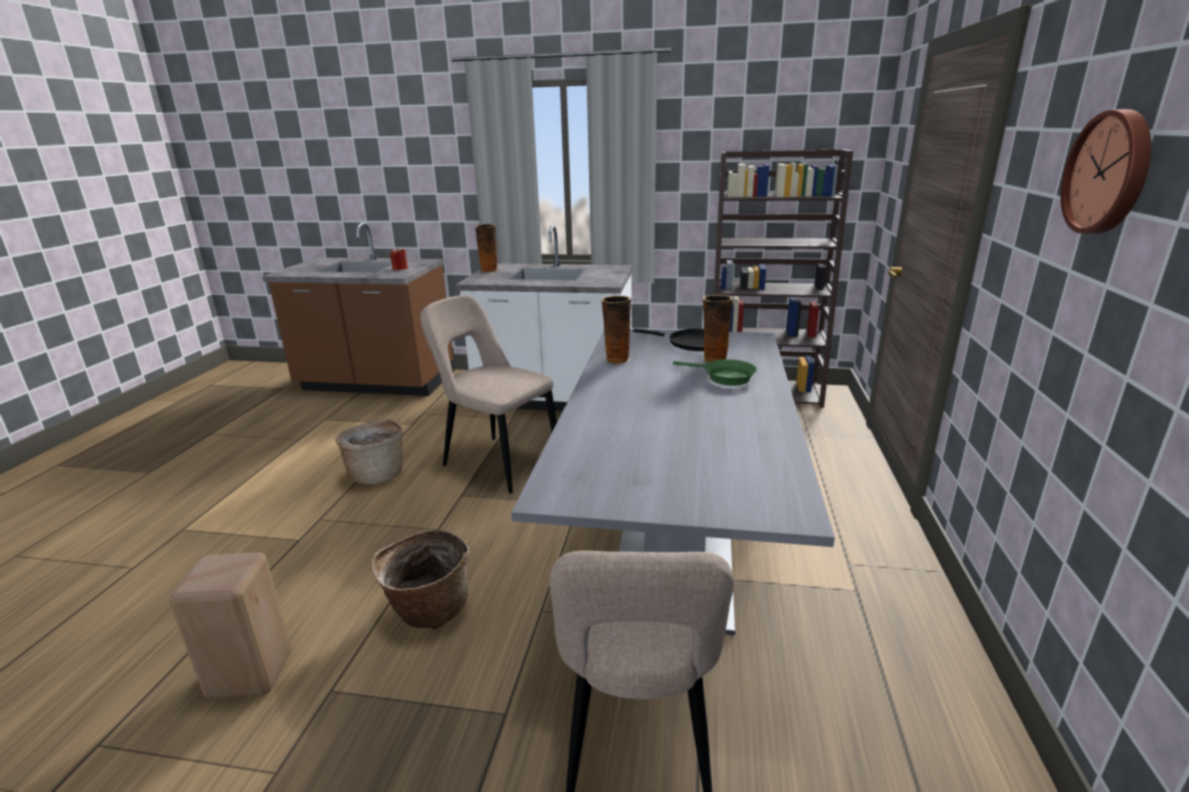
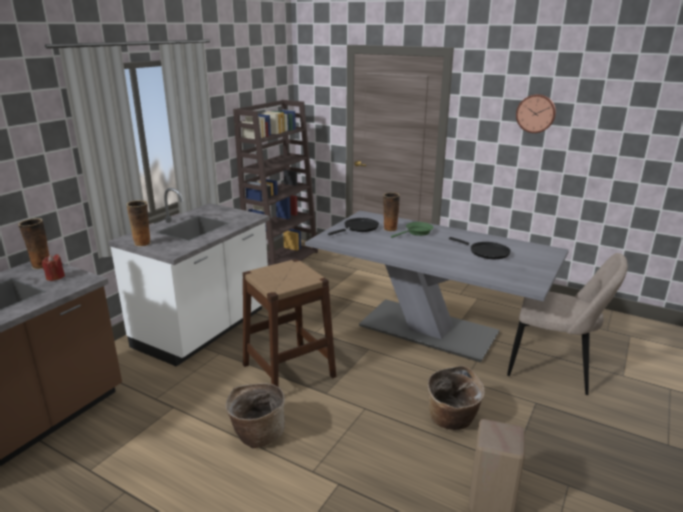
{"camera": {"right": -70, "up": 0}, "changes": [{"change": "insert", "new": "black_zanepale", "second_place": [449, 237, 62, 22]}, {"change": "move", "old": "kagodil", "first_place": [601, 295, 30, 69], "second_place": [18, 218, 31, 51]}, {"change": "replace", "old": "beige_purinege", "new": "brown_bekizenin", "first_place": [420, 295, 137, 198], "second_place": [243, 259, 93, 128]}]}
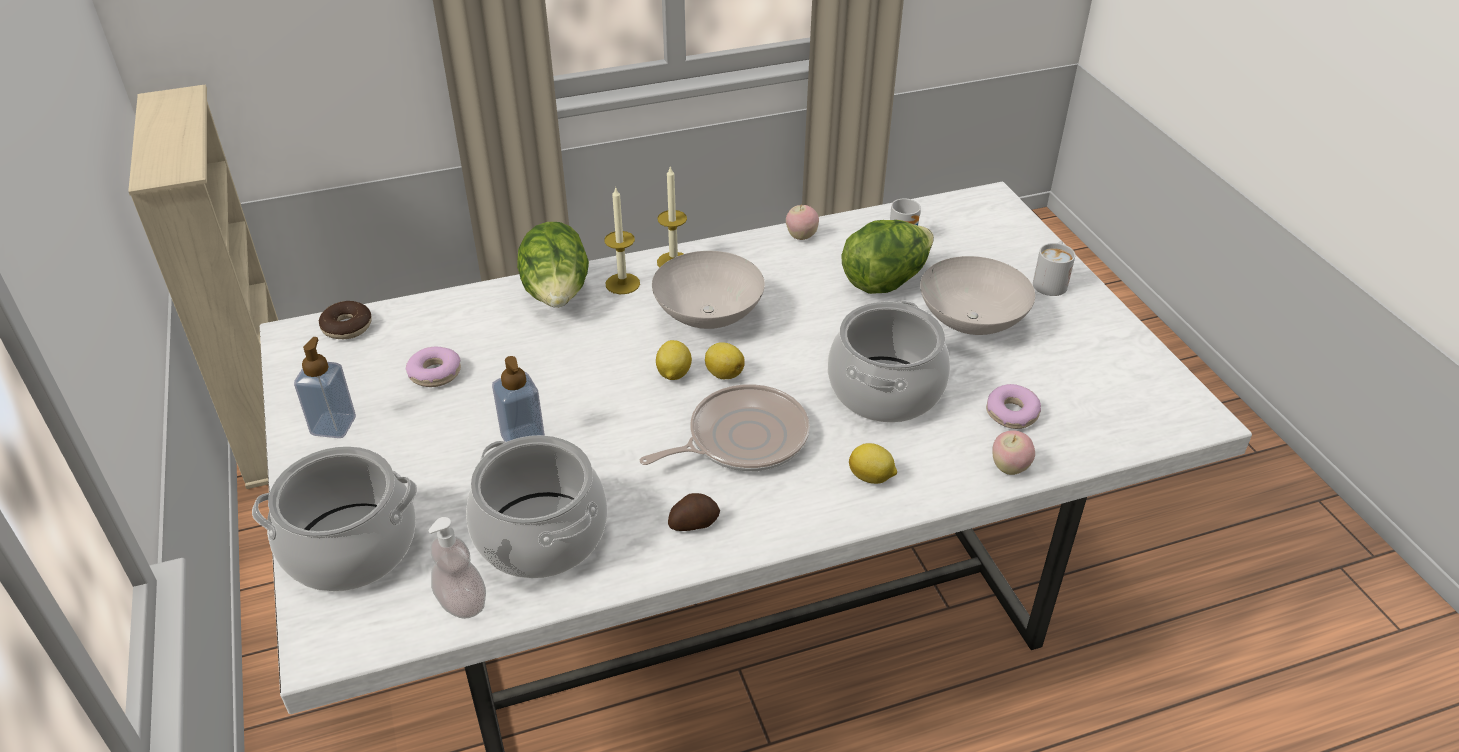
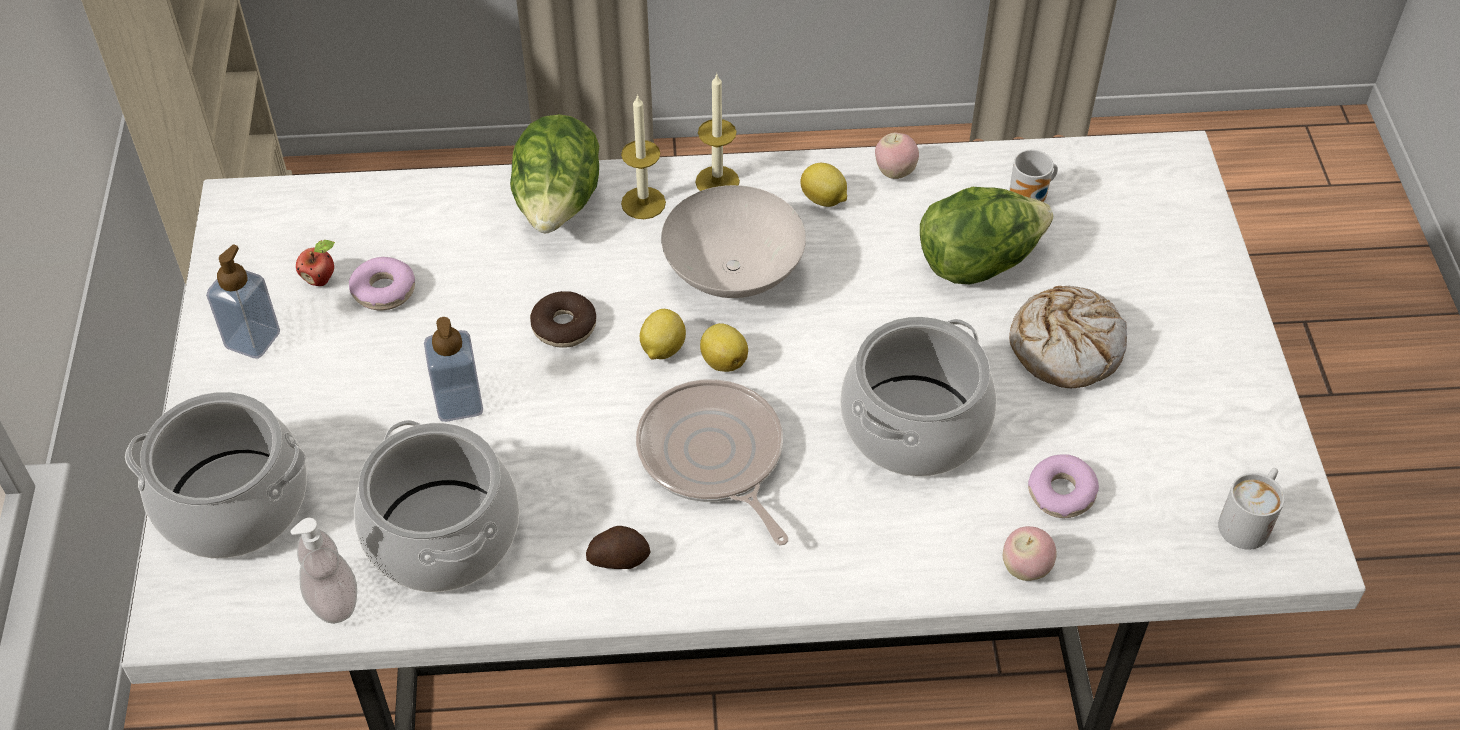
{"camera": {"right": 15, "up": 10}, "changes": [{"change": "insert", "new": "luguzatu", "second_place": [296, 240, 39, 46]}, {"change": "move", "old": "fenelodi", "first_place": [319, 301, 53, 38], "second_place": [530, 291, 66, 57]}, {"change": "move", "old": "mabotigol", "first_place": [849, 443, 48, 41], "second_place": [800, 163, 47, 44]}, {"change": "move", "old": "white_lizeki", "first_place": [1033, 241, 42, 55], "second_place": [1218, 468, 67, 82]}, {"change": "replace", "old": "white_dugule", "new": "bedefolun", "first_place": [920, 256, 115, 79], "second_place": [1009, 286, 118, 102]}, {"change": "rotate", "old": "zanepale", "first_place": [639, 384, 171, 88], "second_place": [636, 379, 152, 167], "degrees": -105}]}
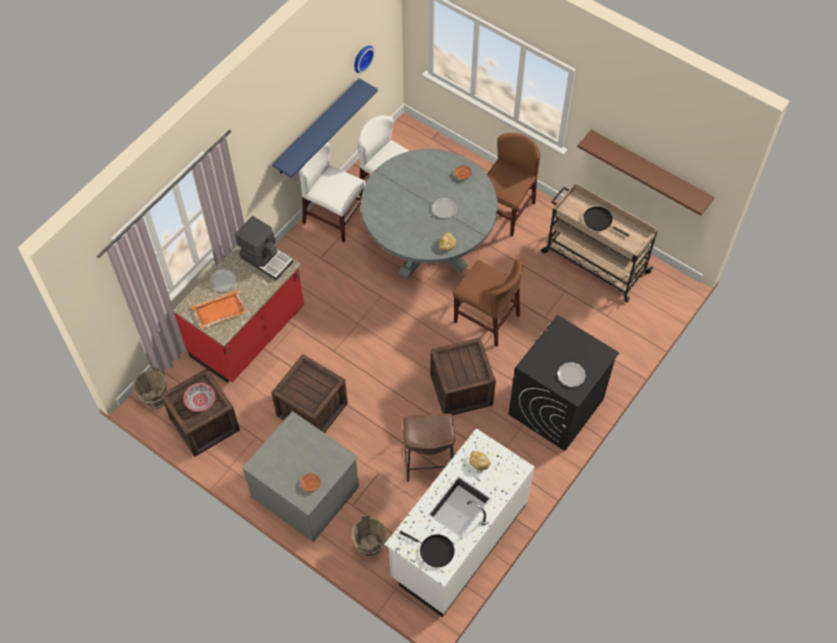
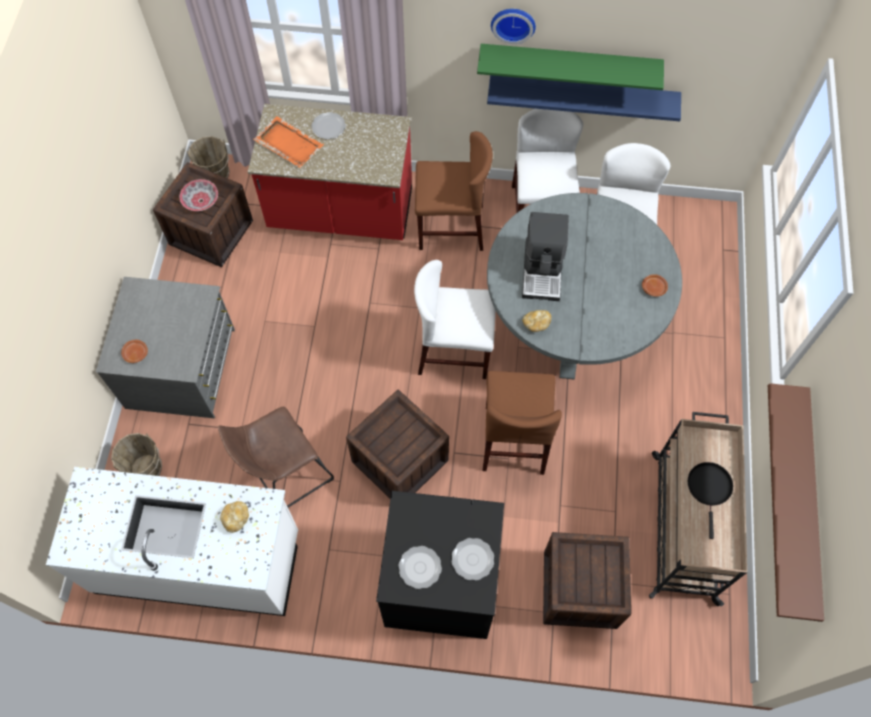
{"camera": {"right": 60, "up": 5}, "changes": [{"change": "delete", "old": "black_zanepale", "first_place": [399, 531, 56, 37]}, {"change": "insert", "new": "white_purinege", "second_place": [414, 260, 82, 119]}, {"change": "insert", "new": "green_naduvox", "second_place": [477, 44, 187, 46]}, {"change": "move", "old": "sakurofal", "first_place": [235, 216, 58, 65], "second_place": [522, 212, 47, 89]}, {"change": "move", "old": "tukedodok", "first_place": [271, 354, 77, 79], "second_place": [543, 532, 88, 97]}, {"change": "move", "old": "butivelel", "first_place": [354, 45, 21, 28], "second_place": [491, 9, 45, 35]}, {"change": "move", "old": "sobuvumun", "first_place": [432, 198, 25, 21], "second_place": [452, 538, 42, 42]}, {"change": "move", "old": "brown_purinege", "first_place": [487, 133, 53, 104], "second_place": [415, 131, 78, 120]}]}
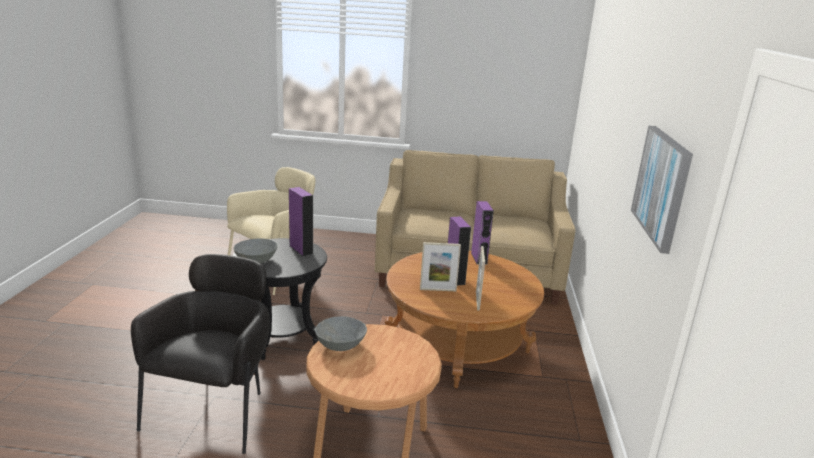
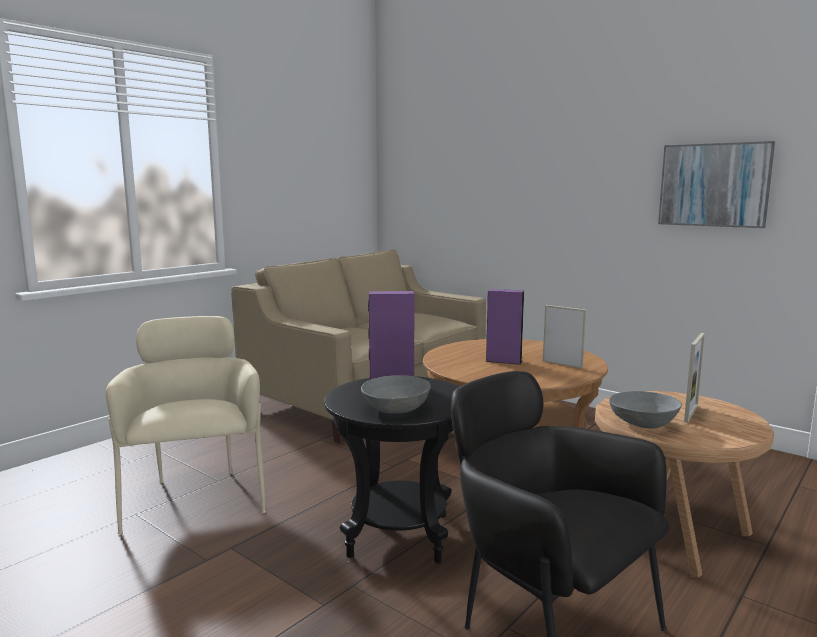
{"camera": {"right": -55, "up": -10}, "changes": [{"change": "delete", "old": "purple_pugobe", "first_place": [471, 201, 23, 64]}, {"change": "move", "old": "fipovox", "first_place": [420, 242, 41, 49], "second_place": [684, 333, 21, 90]}]}
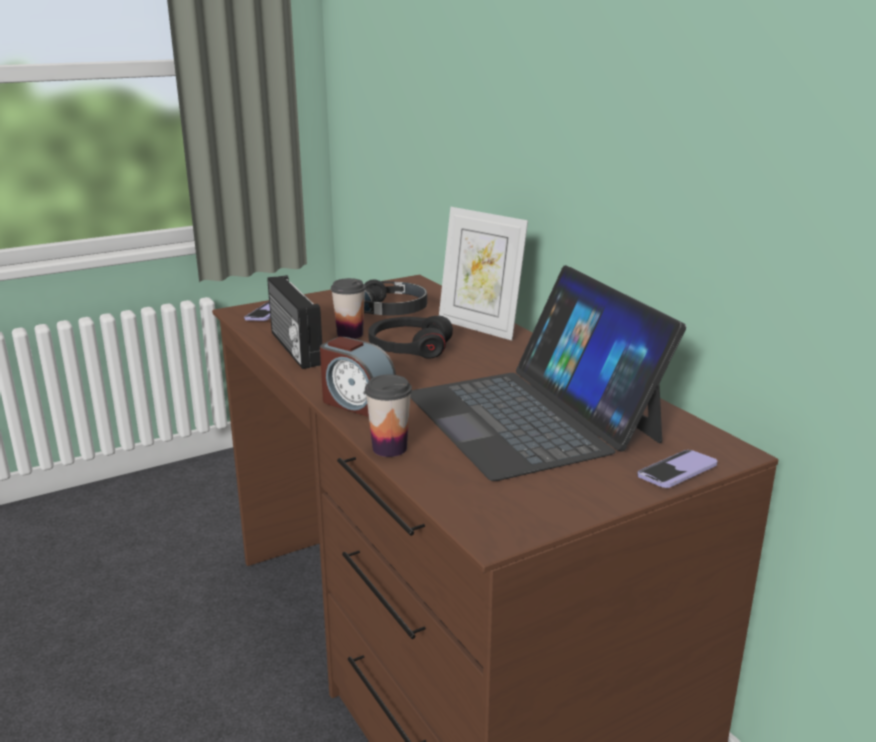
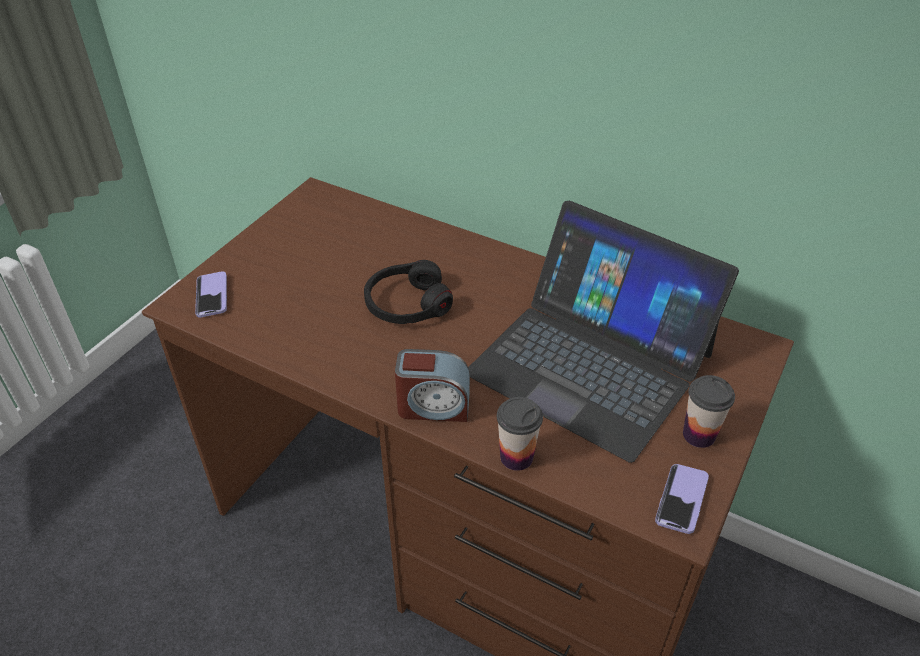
{"camera": {"right": -30, "up": 20}, "changes": [{"change": "delete", "old": "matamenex", "first_place": [267, 275, 55, 94]}, {"change": "delete", "old": "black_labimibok", "first_place": [364, 279, 63, 36]}, {"change": "delete", "old": "fipovox", "first_place": [439, 207, 89, 134]}, {"change": "move", "old": "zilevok", "first_place": [331, 278, 35, 61], "second_place": [683, 375, 52, 73]}, {"change": "move", "old": "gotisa", "first_place": [638, 450, 79, 38], "second_place": [655, 464, 54, 70]}]}
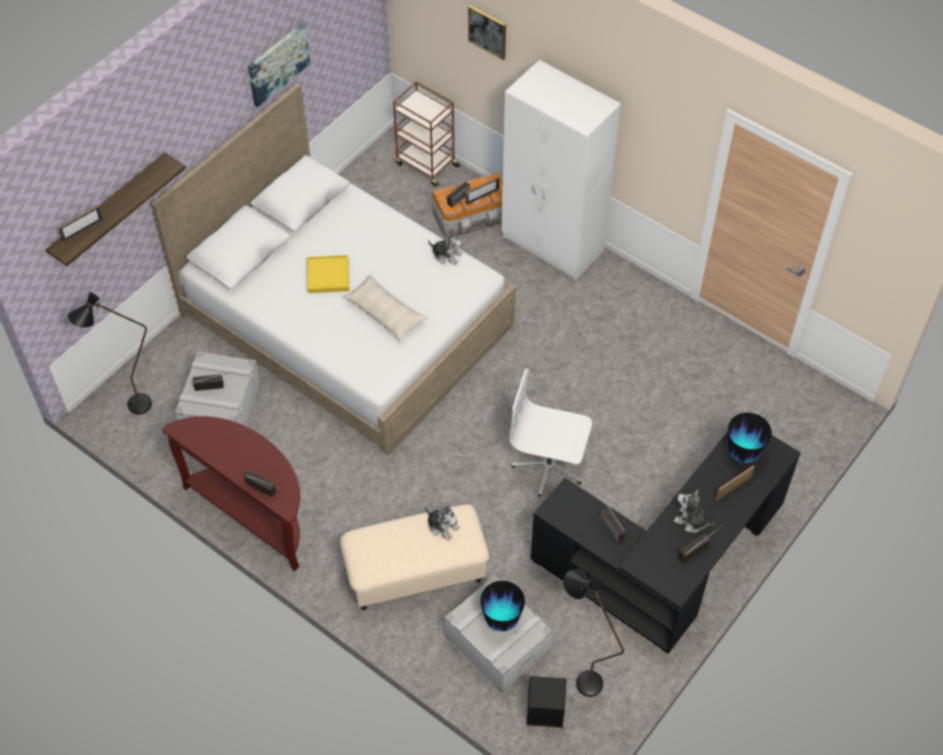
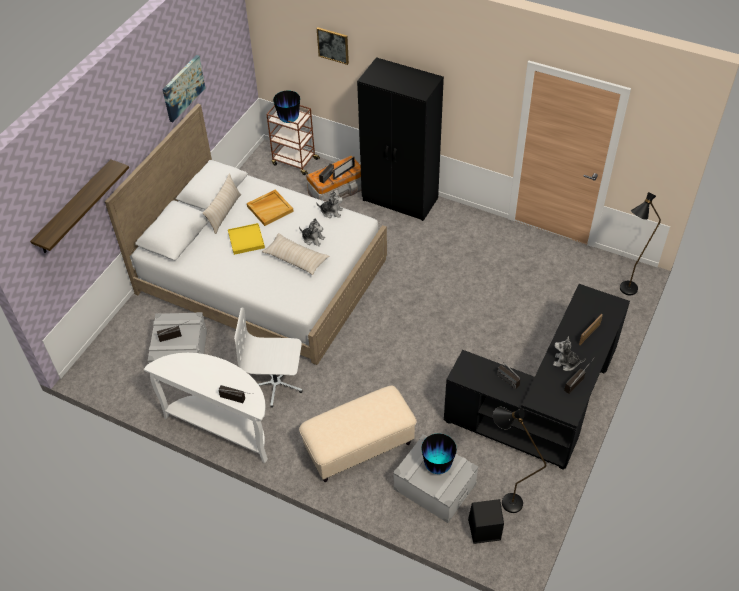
{"camera": {"right": -10, "up": -5}, "changes": [{"change": "delete", "old": "fipovox", "first_place": [58, 206, 45, 37]}, {"change": "insert", "new": "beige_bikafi", "second_place": [203, 173, 38, 61]}, {"change": "insert", "new": "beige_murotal", "second_place": [247, 190, 47, 36]}, {"change": "move", "old": "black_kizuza", "first_place": [68, 292, 84, 123], "second_place": [620, 192, 41, 103]}, {"change": "move", "old": "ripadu", "first_place": [425, 505, 35, 36], "second_place": [299, 218, 26, 28]}, {"change": "move", "old": "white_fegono", "first_place": [509, 368, 83, 129], "second_place": [234, 308, 69, 100]}, {"change": "move", "old": "kagodil", "first_place": [728, 413, 44, 50], "second_place": [273, 90, 27, 33]}, {"change": "recolor", "old": "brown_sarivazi", "new": "white_sarivazi", "first_place": [161, 416, 139, 155], "second_place": [144, 353, 124, 110]}, {"change": "recolor", "old": "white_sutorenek", "new": "black_sutorenek", "first_place": [501, 60, 120, 220], "second_place": [357, 57, 87, 164]}]}
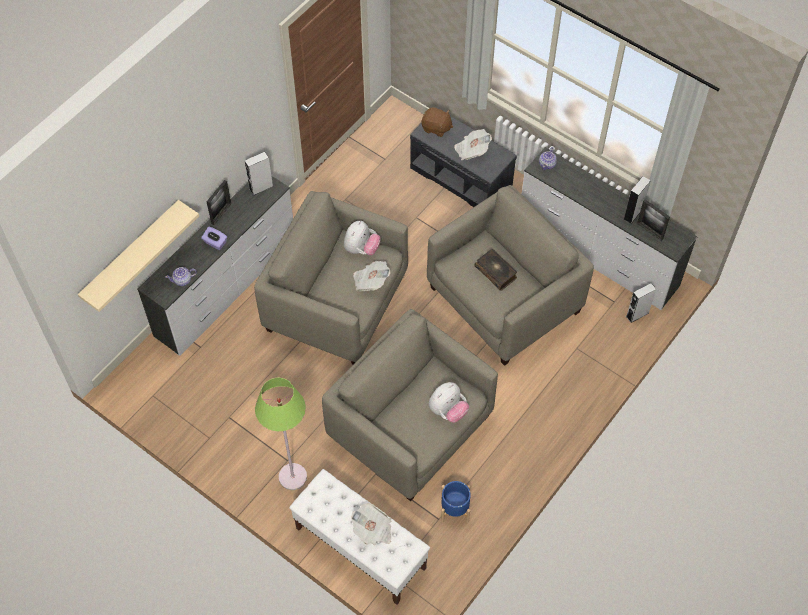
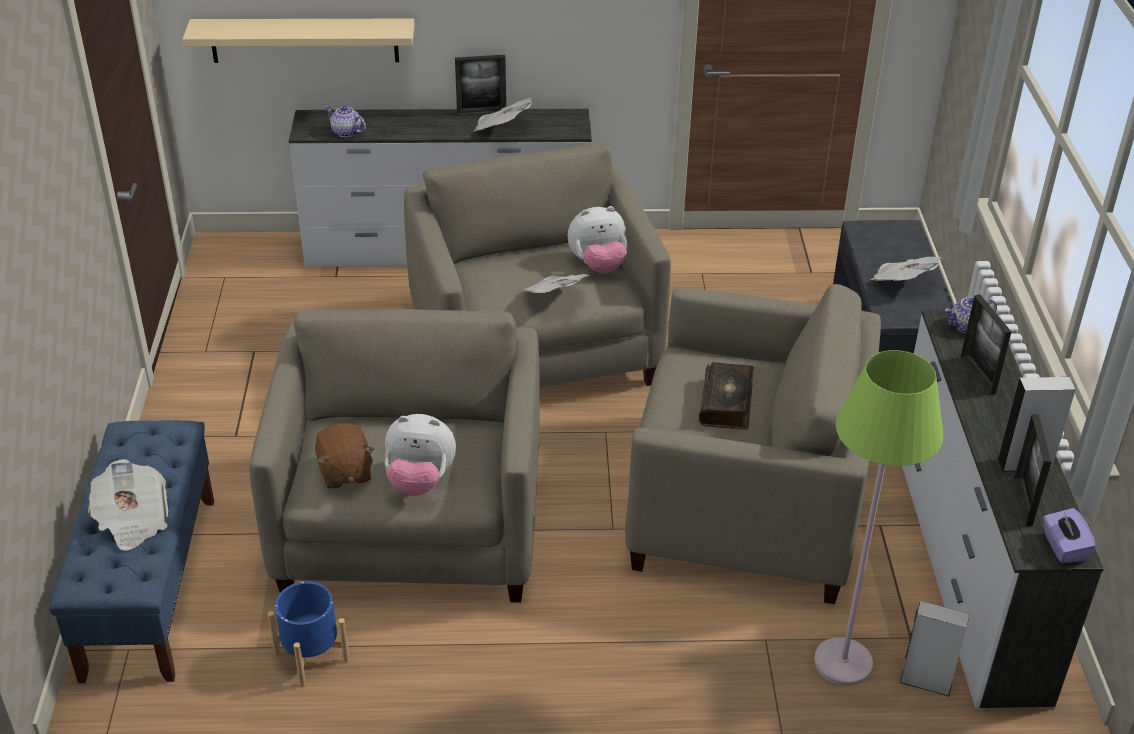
{"camera": {"right": 50, "up": -20}, "changes": [{"change": "delete", "old": "grey_pugobe", "first_place": [245, 152, 29, 44]}, {"change": "insert", "new": "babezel", "second_place": [473, 98, 59, 34]}, {"change": "insert", "new": "fipovox", "second_place": [960, 294, 51, 101]}, {"change": "move", "old": "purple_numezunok", "first_place": [201, 227, 26, 23], "second_place": [1043, 508, 53, 55]}, {"change": "move", "old": "green_kizuza", "first_place": [255, 378, 52, 112], "second_place": [814, 350, 129, 336]}, {"change": "move", "old": "brown_ripadu", "first_place": [421, 107, 32, 30], "second_place": [315, 423, 60, 66]}, {"change": "recolor", "old": "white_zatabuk", "new": "blue_zatabuk", "first_place": [289, 469, 141, 136], "second_place": [49, 420, 165, 263]}]}
